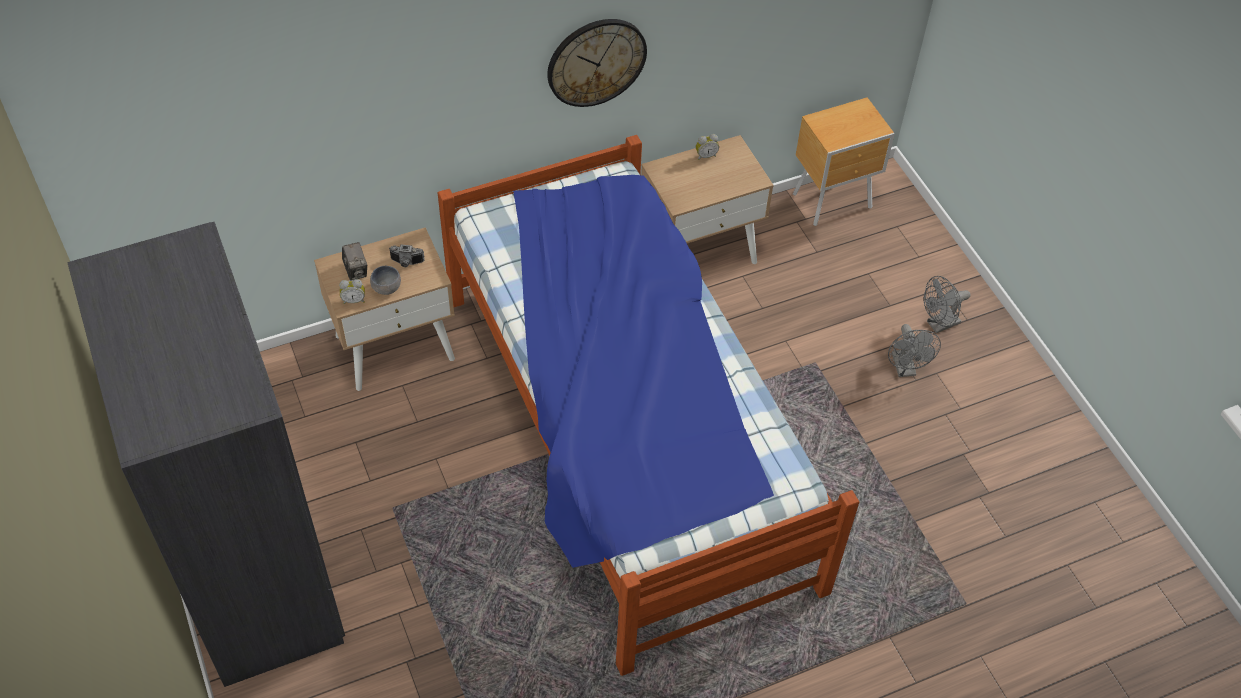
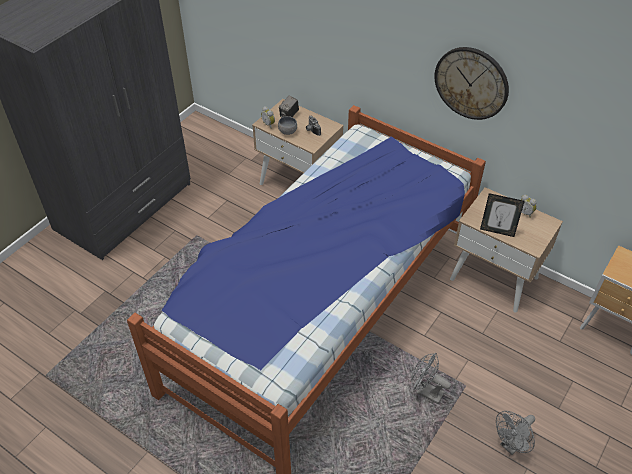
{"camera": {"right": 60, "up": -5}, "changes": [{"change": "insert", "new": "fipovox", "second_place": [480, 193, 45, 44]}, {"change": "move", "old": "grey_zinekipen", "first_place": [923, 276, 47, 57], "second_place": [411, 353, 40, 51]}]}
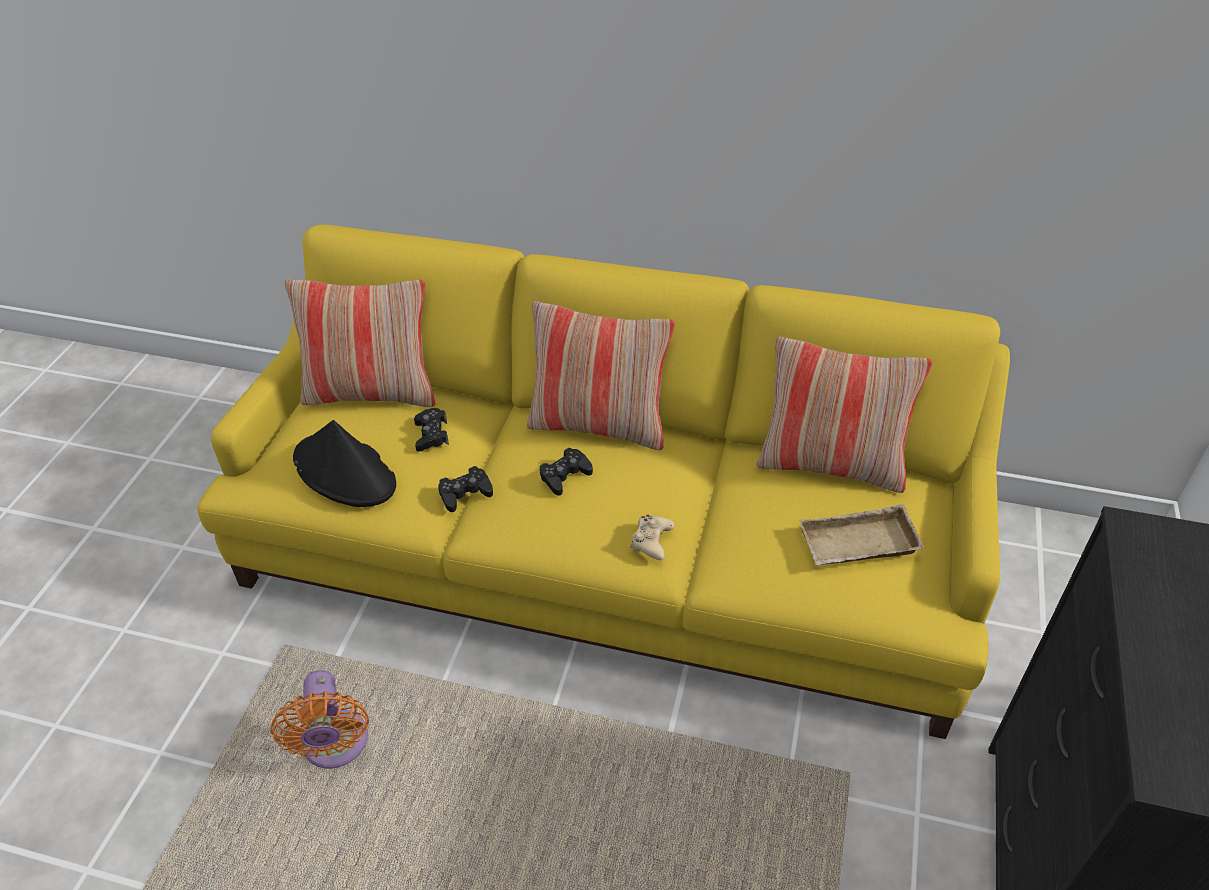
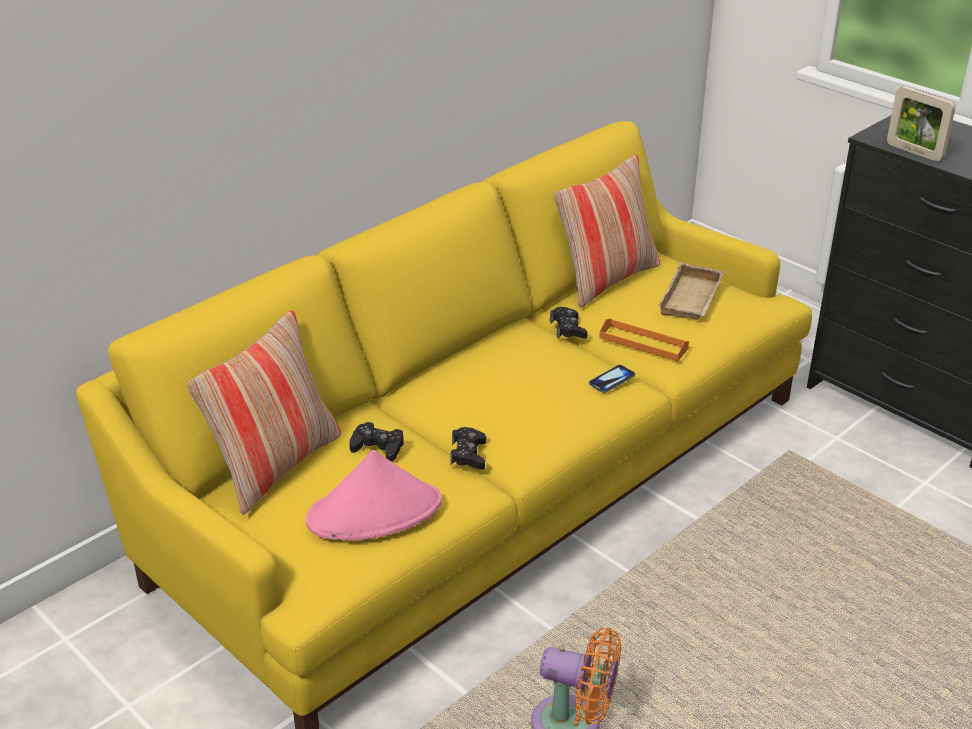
{"camera": {"right": -60, "up": -10}, "changes": [{"change": "delete", "old": "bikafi", "first_place": [527, 301, 148, 149]}, {"change": "insert", "new": "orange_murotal", "second_place": [599, 318, 90, 44]}, {"change": "insert", "new": "fipovox", "second_place": [887, 86, 69, 75]}, {"change": "move", "old": "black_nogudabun", "first_place": [540, 448, 53, 48], "second_place": [550, 307, 38, 32]}, {"change": "replace", "old": "beige_nogudabun", "new": "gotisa", "first_place": [630, 515, 45, 45], "second_place": [589, 365, 46, 28]}, {"change": "recolor", "old": "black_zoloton", "new": "pink_zoloton", "first_place": [293, 420, 103, 87], "second_place": [306, 450, 136, 90]}]}
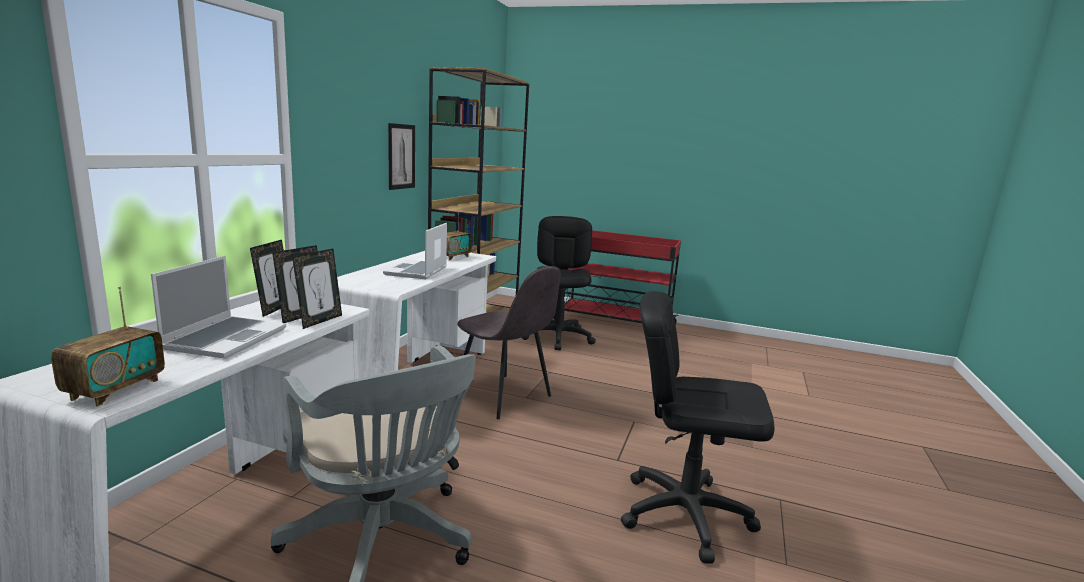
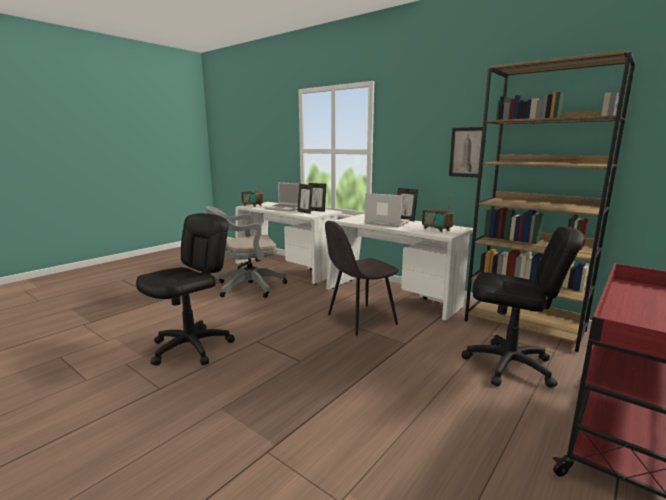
{"camera": {"right": 110, "up": 0}, "changes": [{"change": "move", "old": "fipovox", "first_place": [292, 249, 50, 80], "second_place": [398, 188, 20, 33]}]}
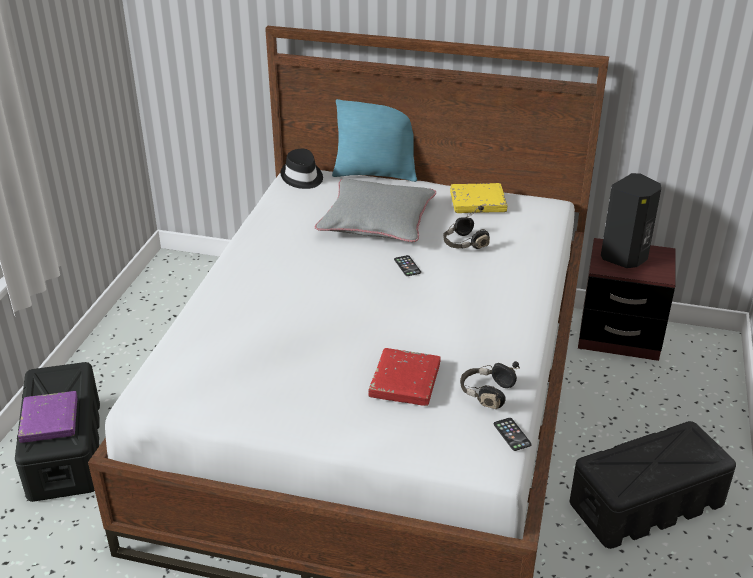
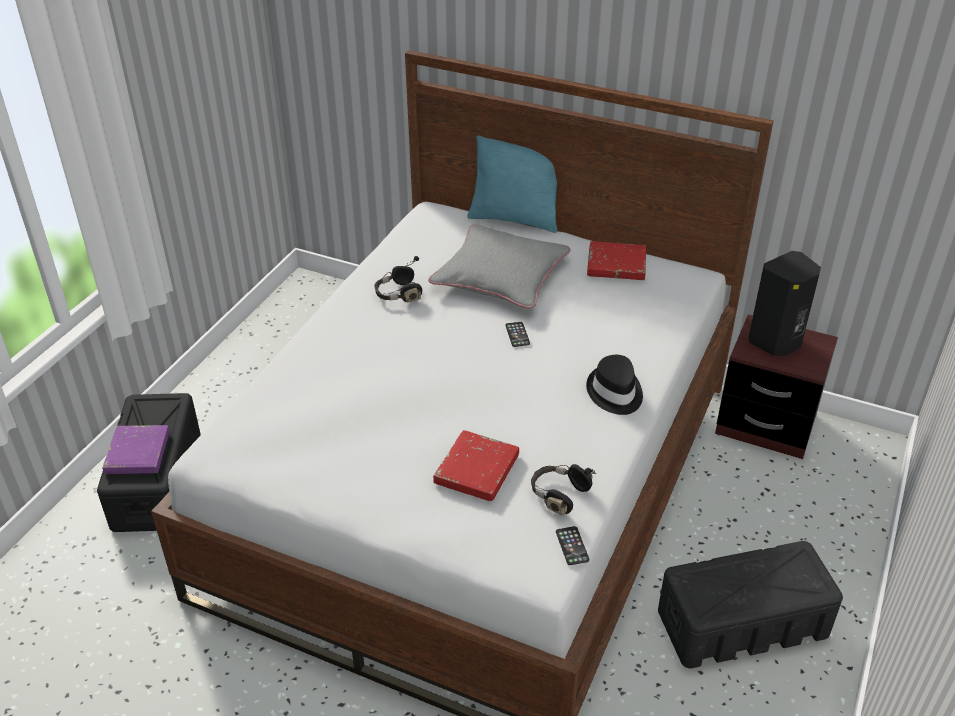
{"camera": {"right": 10, "up": 5}, "changes": [{"change": "move", "old": "black_zoloton", "first_place": [281, 149, 42, 40], "second_place": [586, 355, 57, 60]}, {"change": "move", "old": "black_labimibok", "first_place": [443, 206, 47, 43], "second_place": [374, 256, 48, 46]}, {"change": "recolor", "old": "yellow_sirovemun", "new": "red_sirovemun", "first_place": [450, 183, 57, 30], "second_place": [587, 241, 59, 39]}]}
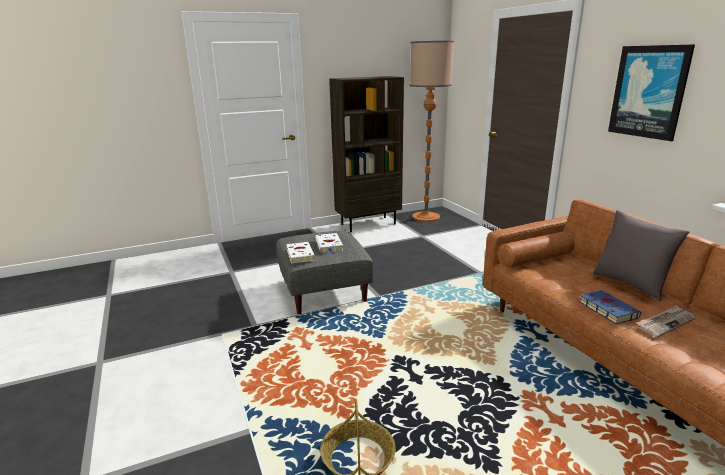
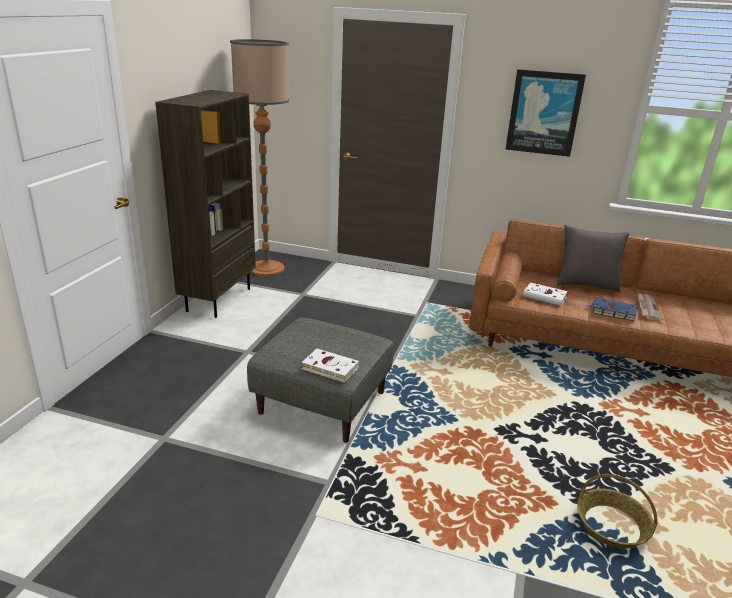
{"camera": {"right": -50, "up": 5}, "changes": [{"change": "move", "old": "white_sirovemun", "first_place": [315, 233, 28, 22], "second_place": [523, 282, 47, 24]}]}
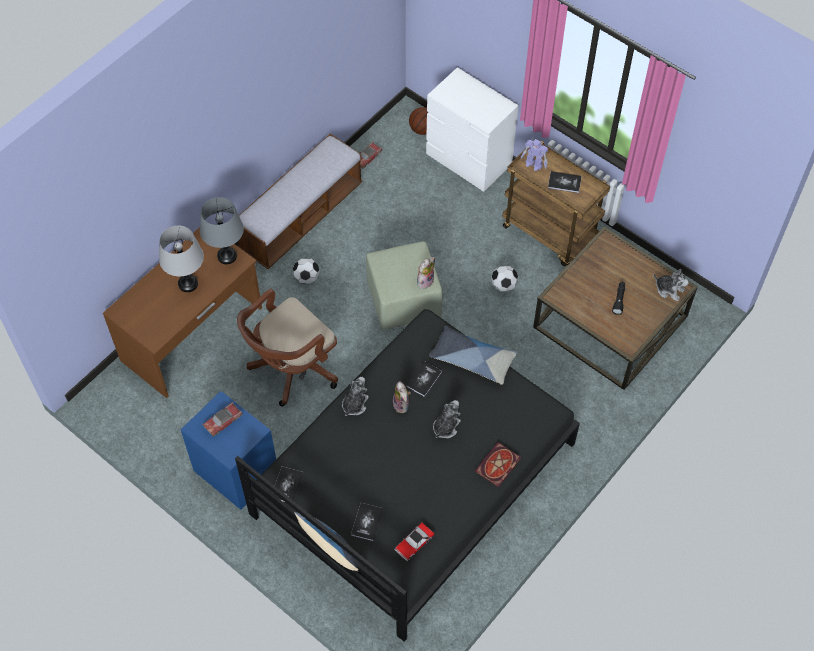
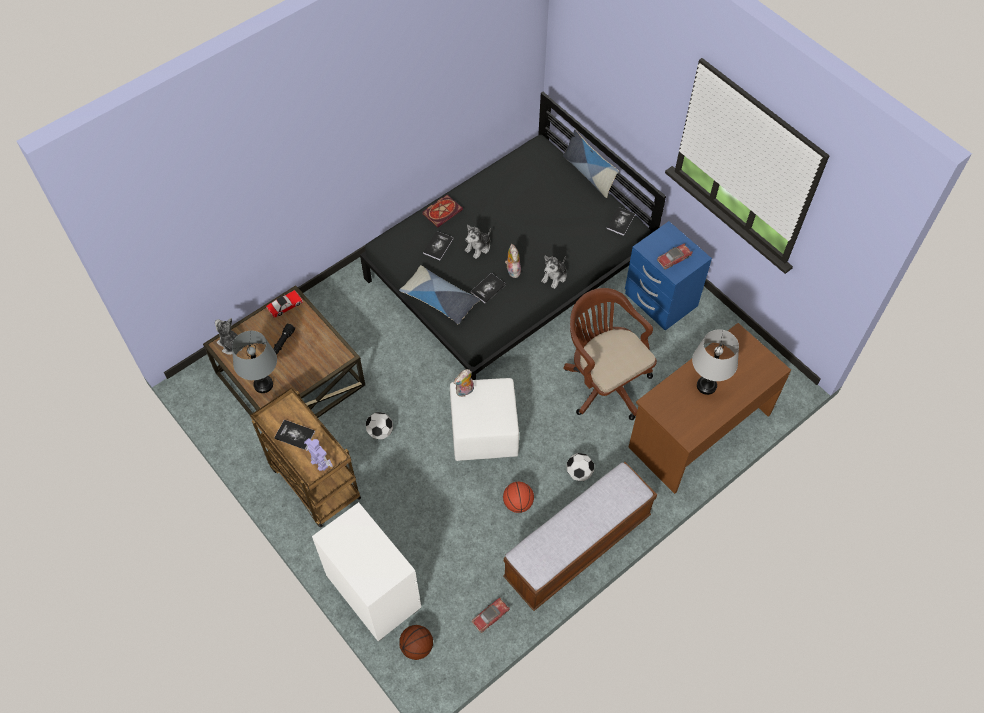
{"camera": {"right": -170, "up": 0}, "changes": [{"change": "insert", "new": "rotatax", "second_place": [503, 482, 31, 31]}, {"change": "move", "old": "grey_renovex", "first_place": [200, 197, 44, 67], "second_place": [232, 331, 45, 62]}, {"change": "move", "old": "sirovemun", "first_place": [351, 503, 32, 38], "second_place": [423, 231, 31, 29]}, {"change": "move", "old": "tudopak", "first_place": [394, 523, 40, 38], "second_place": [266, 290, 37, 28]}, {"change": "recolor", "old": "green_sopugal", "new": "white_sopugal", "first_place": [366, 242, 76, 88], "second_place": [450, 378, 69, 83]}, {"change": "rotate", "old": "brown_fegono", "first_place": [237, 288, 101, 118], "second_place": [563, 288, 94, 132], "degrees": -90}]}
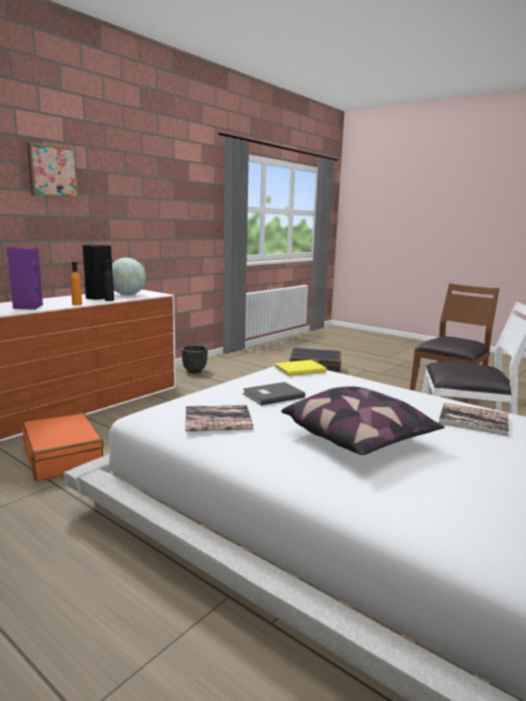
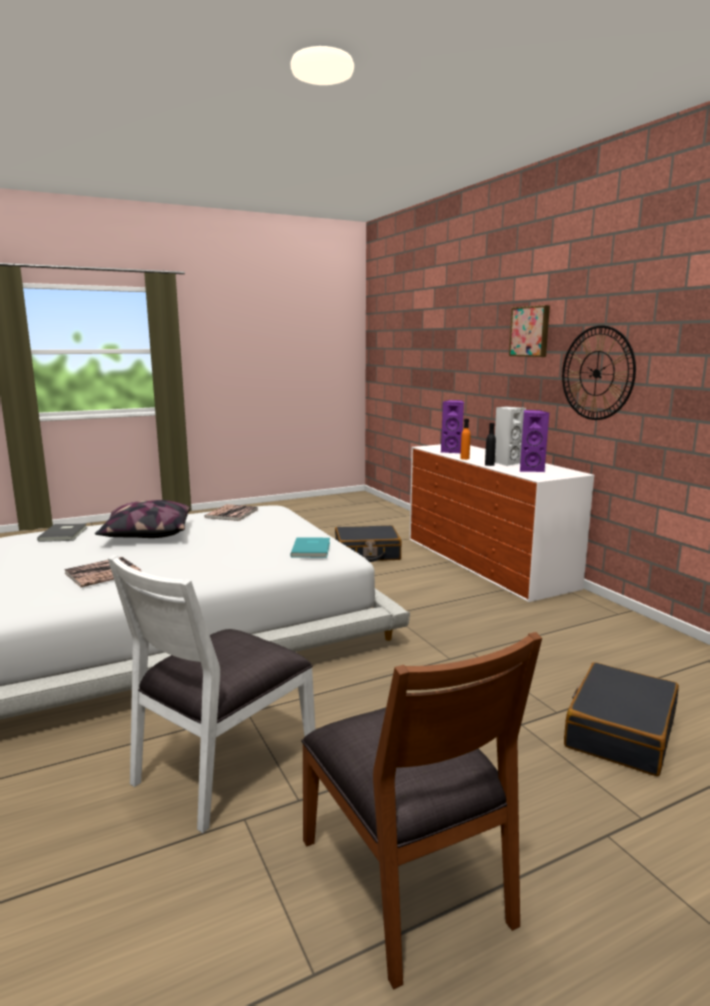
{"camera": {"right": 115, "up": 0}, "changes": [{"change": "delete", "old": "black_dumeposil", "first_place": [181, 345, 27, 28]}, {"change": "insert", "new": "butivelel", "second_place": [562, 325, 74, 95]}, {"change": "move", "old": "grey_sirovemun", "first_place": [243, 382, 62, 24], "second_place": [37, 523, 50, 19]}, {"change": "replace", "old": "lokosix", "new": "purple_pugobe", "first_place": [112, 258, 34, 37], "second_place": [520, 410, 29, 62]}, {"change": "recolor", "old": "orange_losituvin", "new": "black_losituvin", "first_place": [22, 413, 82, 68], "second_place": [335, 525, 66, 37]}, {"change": "recolor", "old": "black_pugobe", "new": "white_pugobe", "first_place": [83, 245, 29, 55], "second_place": [495, 406, 31, 60]}, {"change": "recolor", "old": "yellow_sirovemun", "new": "turquoise_sirovemun", "first_place": [274, 360, 53, 16], "second_place": [290, 537, 40, 21]}]}
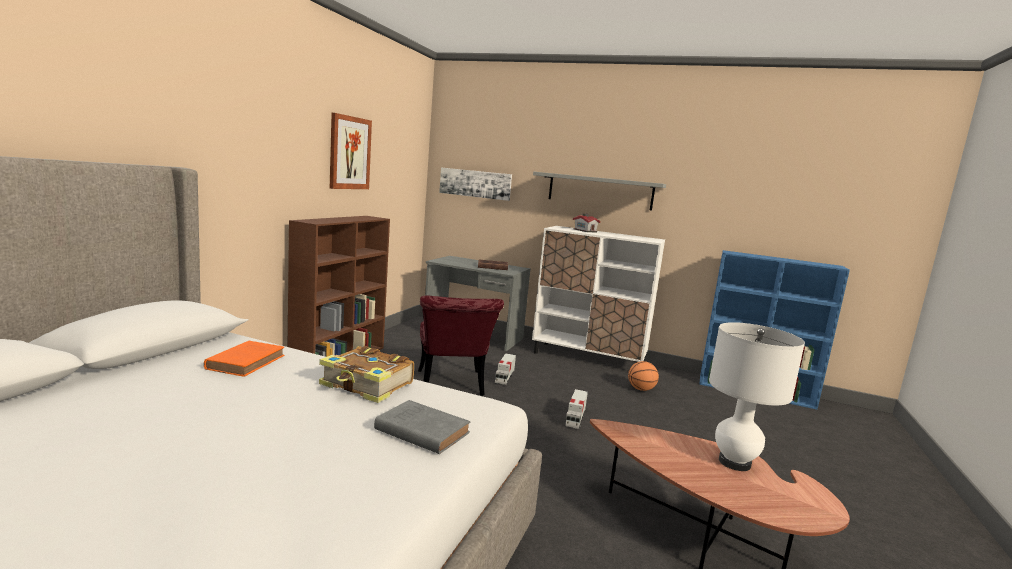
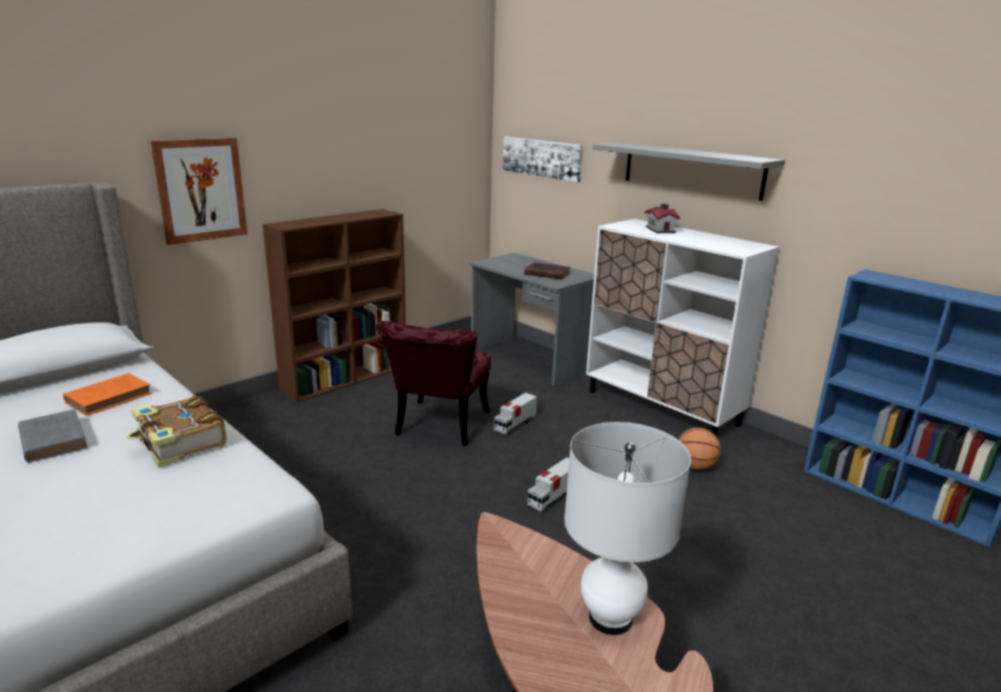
{"camera": {"right": 25, "up": 10}, "changes": [{"change": "move", "old": "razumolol", "first_place": [330, 113, 42, 76], "second_place": [151, 138, 96, 107]}, {"change": "move", "old": "grey_sirovemun", "first_place": [374, 400, 97, 54], "second_place": [18, 409, 70, 54]}]}
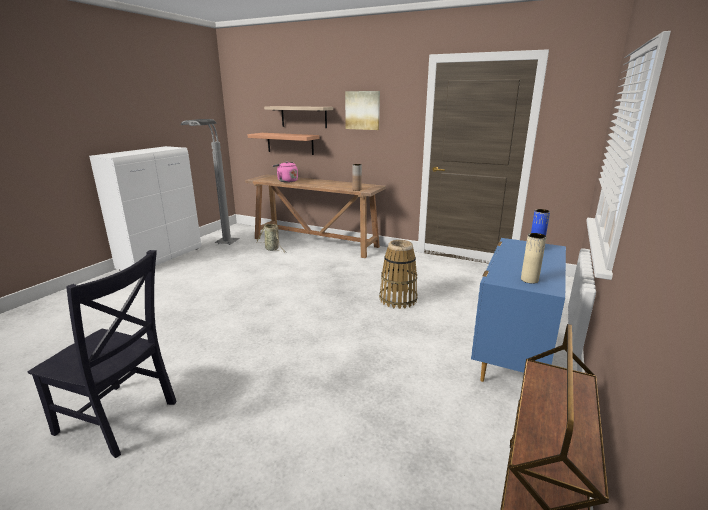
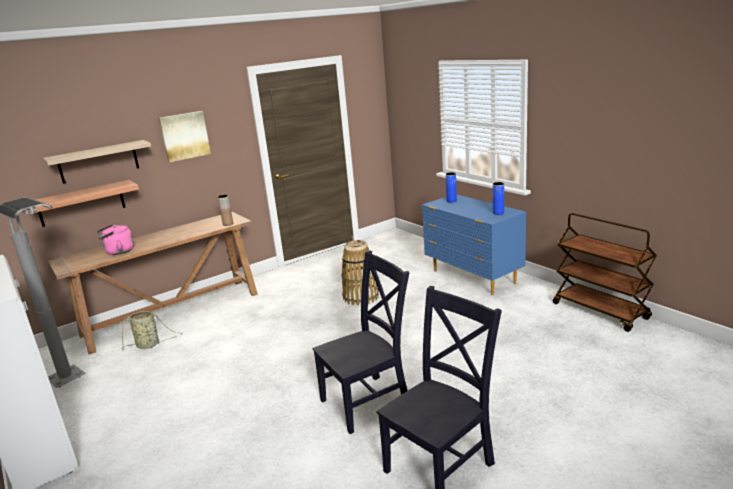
{"camera": {"right": -60, "up": 0}, "changes": [{"change": "insert", "new": "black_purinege", "second_place": [312, 250, 97, 184]}, {"change": "recolor", "old": "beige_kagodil", "new": "blue_kagodil", "first_place": [521, 233, 26, 51], "second_place": [493, 182, 11, 33]}]}
